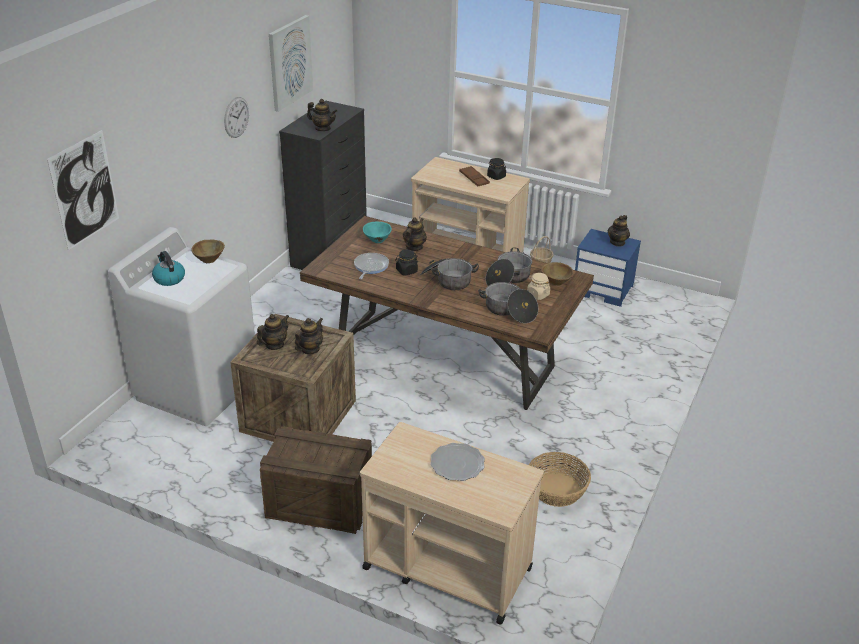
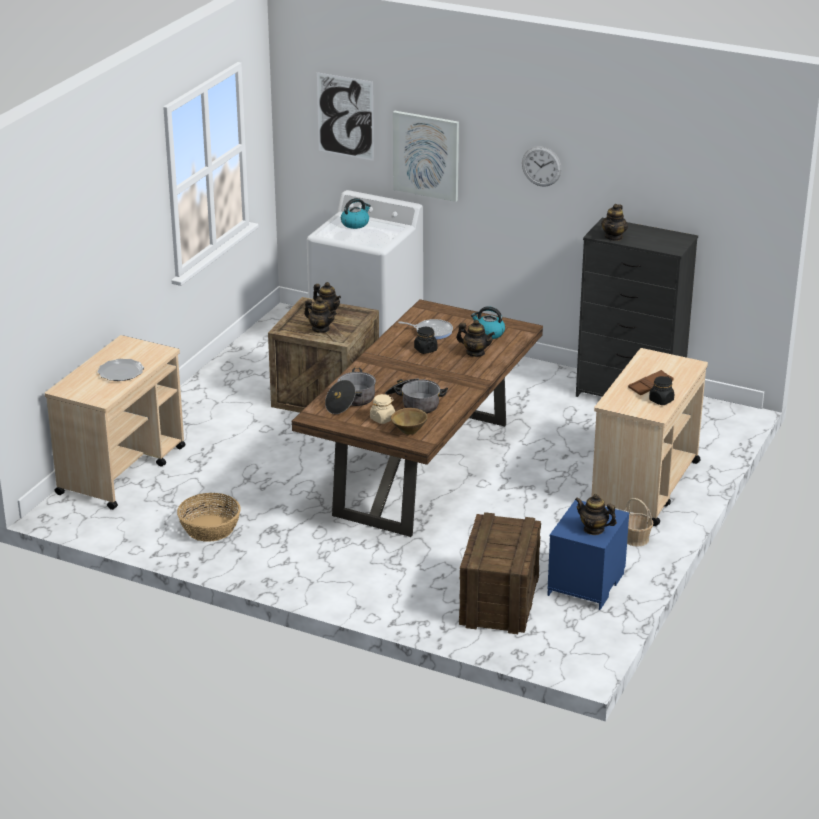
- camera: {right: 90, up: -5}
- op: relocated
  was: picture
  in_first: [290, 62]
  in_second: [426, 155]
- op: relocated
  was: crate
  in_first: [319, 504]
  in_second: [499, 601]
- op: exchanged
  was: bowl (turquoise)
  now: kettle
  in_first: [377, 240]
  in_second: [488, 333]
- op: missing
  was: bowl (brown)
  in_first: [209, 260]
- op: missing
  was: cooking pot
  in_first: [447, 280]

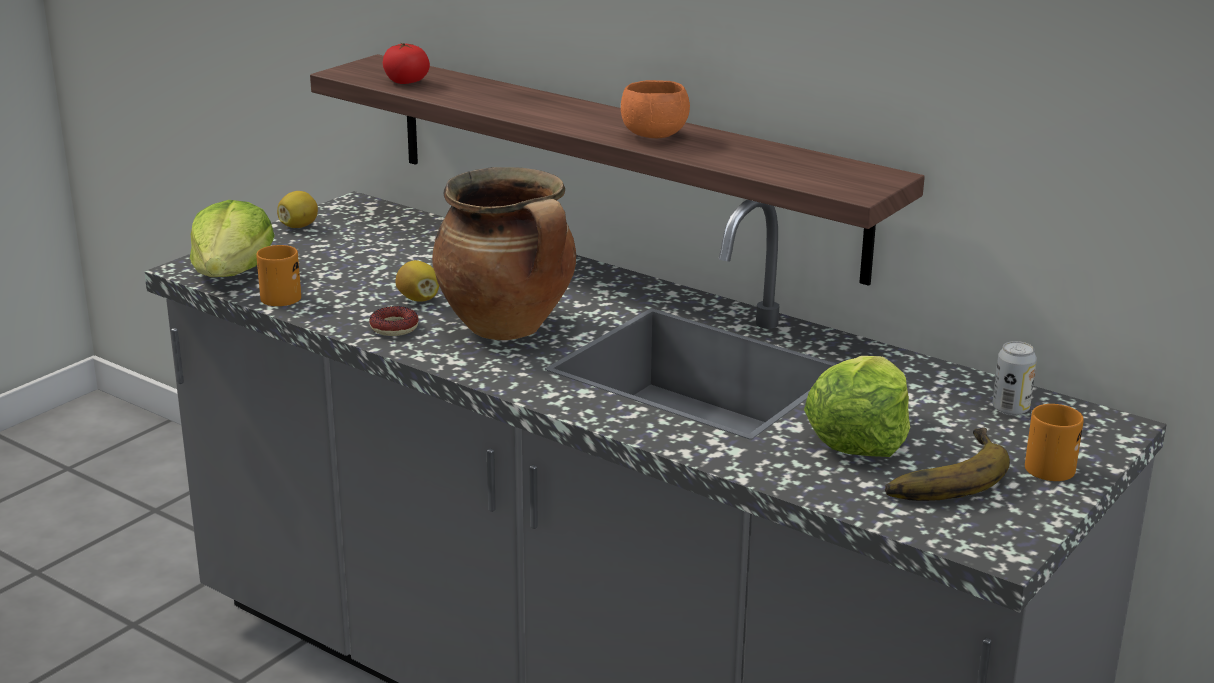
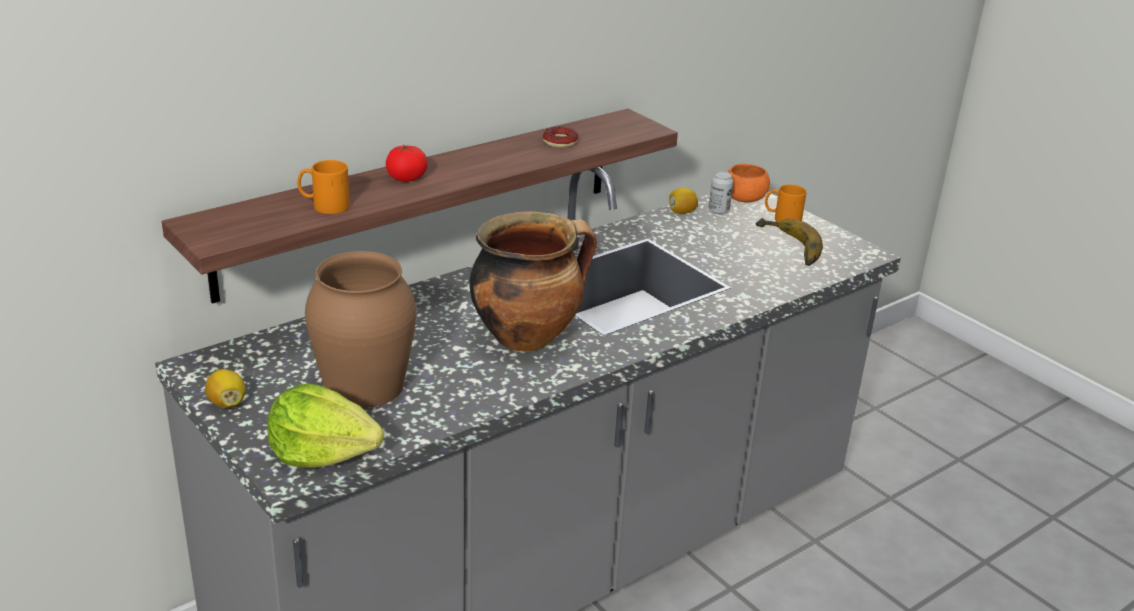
- camera: {right: -75, up: 5}
- op: relocated
  was: mug (orange)
  in_first: [280, 294]
  in_second: [324, 206]
- op: appeared
  now: vase (brown)
  in_second: [364, 386]
- op: relocated
  was: tomato
  in_first: [406, 82]
  in_second: [406, 178]
- op: relocated
  was: donut
  in_first: [394, 328]
  in_second: [560, 142]
- op: relocated
  was: lemon
  in_first: [418, 299]
  in_second: [681, 212]
- op: relocated
  was: bowl (orange)
  in_first: [654, 135]
  in_second: [744, 199]
- op: missing
  was: lettuce
  in_first: [858, 438]

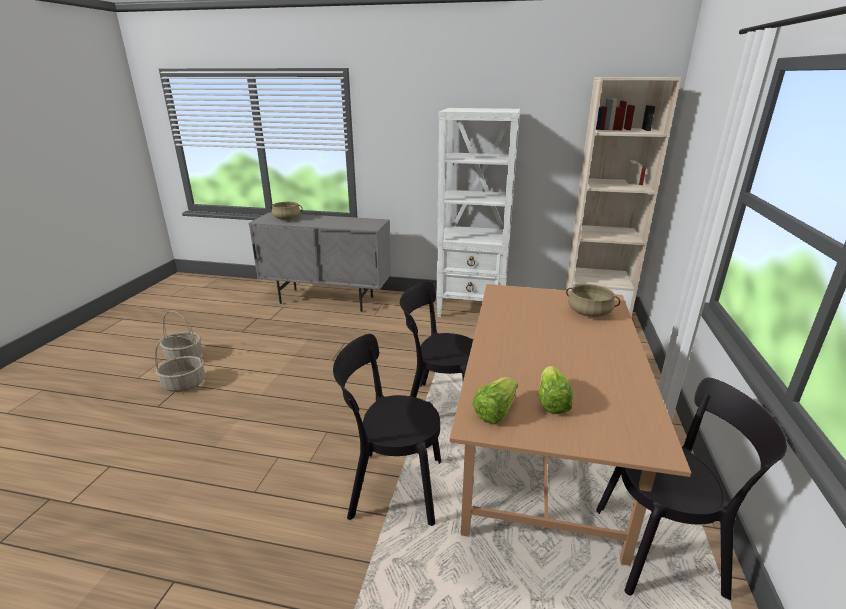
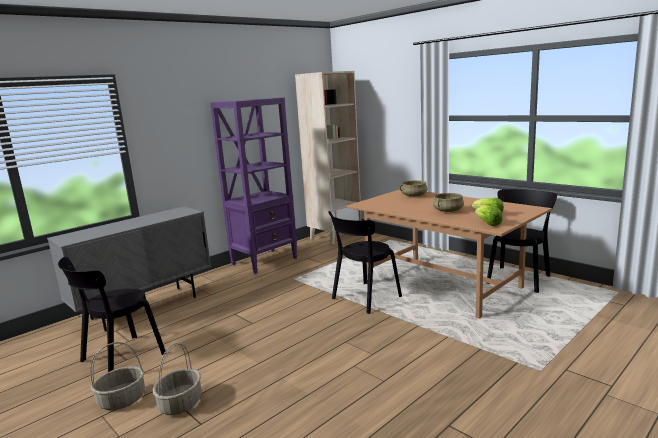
- camera: {right: -55, up: -10}
- op: relocated
  was: chair (black)
  in_first: [391, 487]
  in_second: [119, 359]
- op: colour
  was: bookcase (white)
  now: bookcase (purple)
  in_first: [472, 309]
  in_second: [265, 261]
- op: relocated
  was: cooking pot (beige)
  in_first: [287, 218]
  in_second: [448, 211]

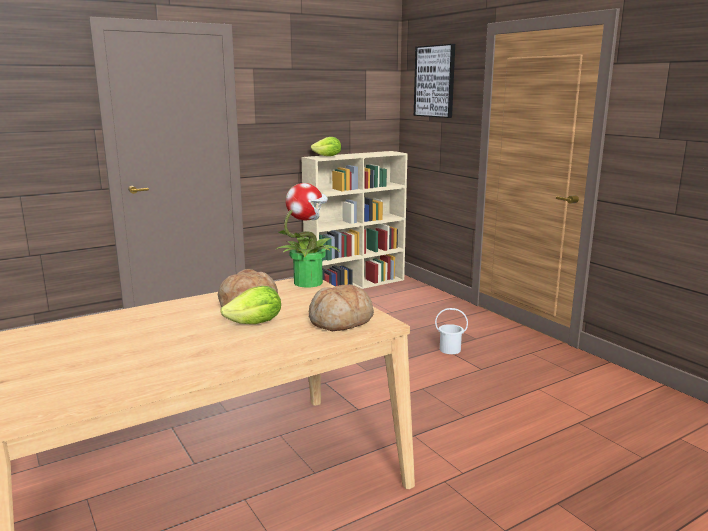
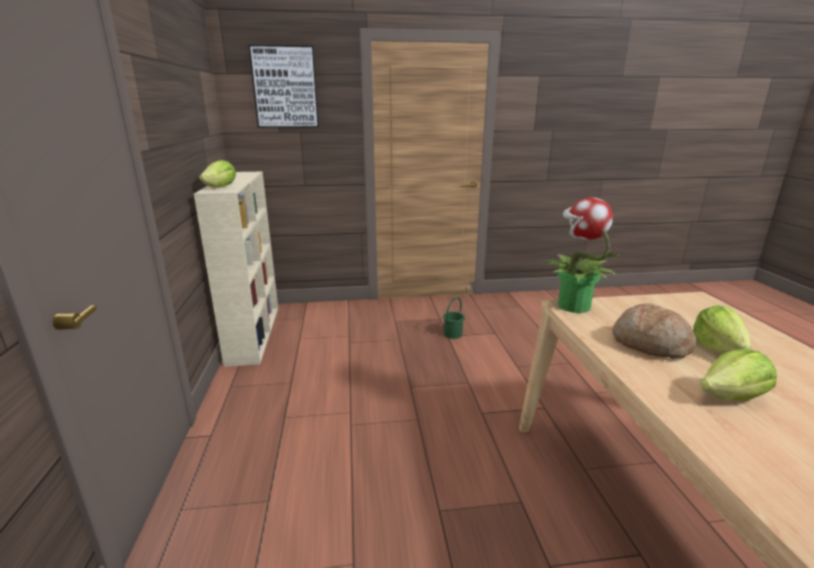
- camera: {right: -65, up: 5}
- op: colour
  was: bucket (white)
  now: bucket (green)
  in_first: [449, 349]
  in_second: [452, 334]
- op: appeared
  now: lettuce
  in_second: [732, 397]
- op: missing
  was: bread
  in_first: [341, 321]

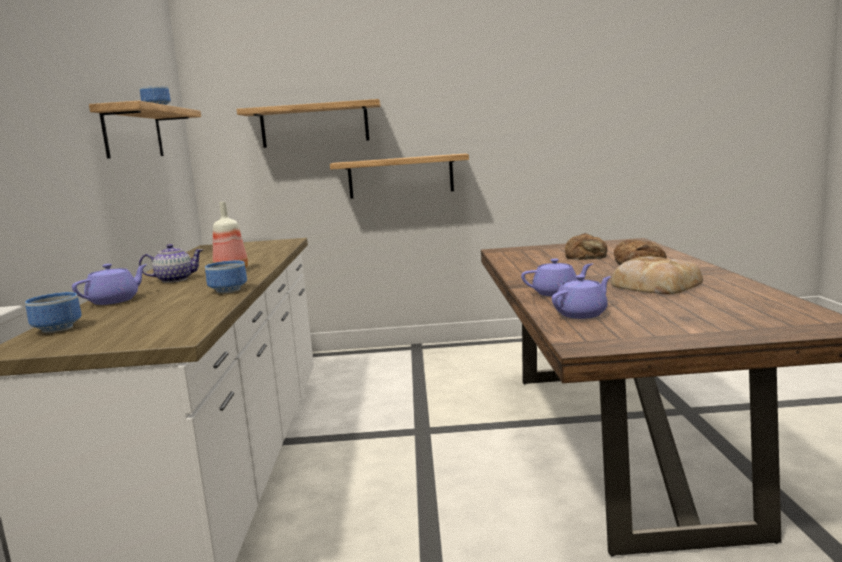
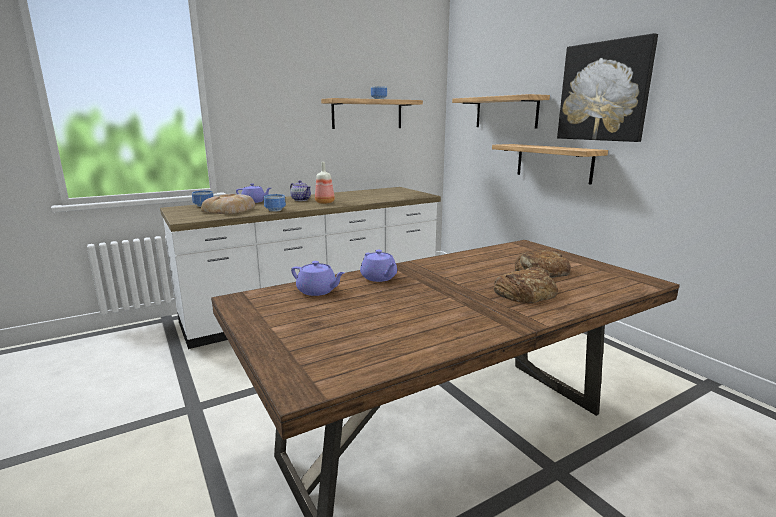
- camera: {right: 60, up: 5}
- op: relocated
  was: bread
  in_first: [654, 284]
  in_second: [230, 210]
- op: appeared
  now: picture
  in_second: [604, 92]

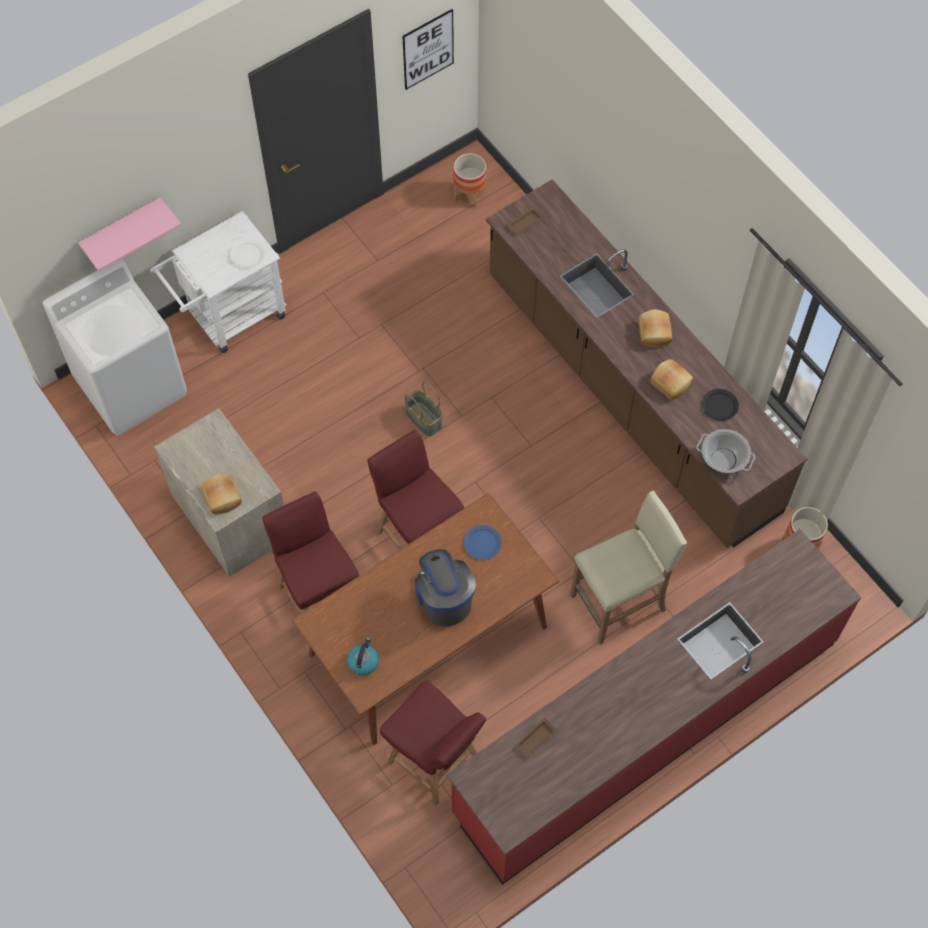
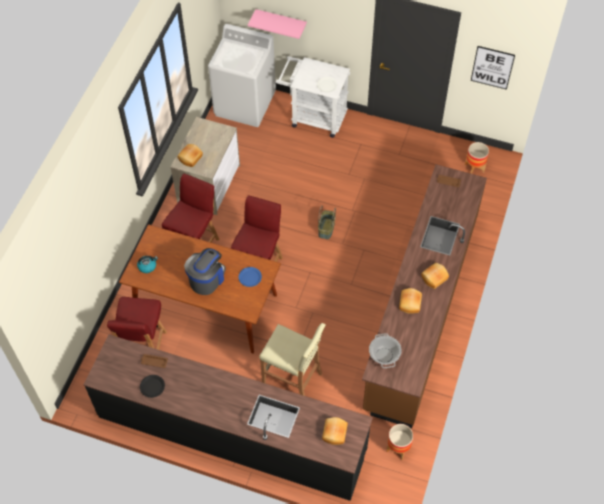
- camera: {right: 55, up: -5}
- op: colour
  was: counter (red)
  now: counter (black)
  in_first: [646, 726]
  in_second: [231, 433]
- op: relocated
  was: plate (black)
  in_first: [720, 406]
  in_second: [152, 387]
- op: appeared
  now: bread
  in_second: [334, 433]

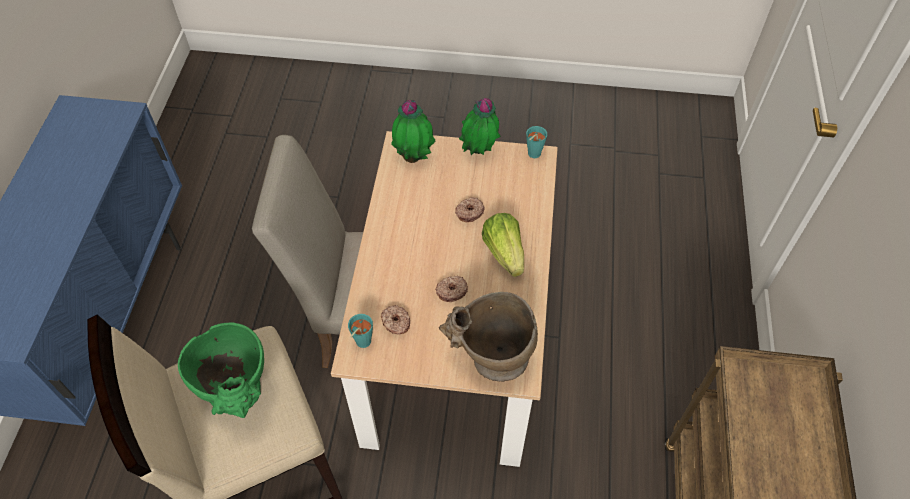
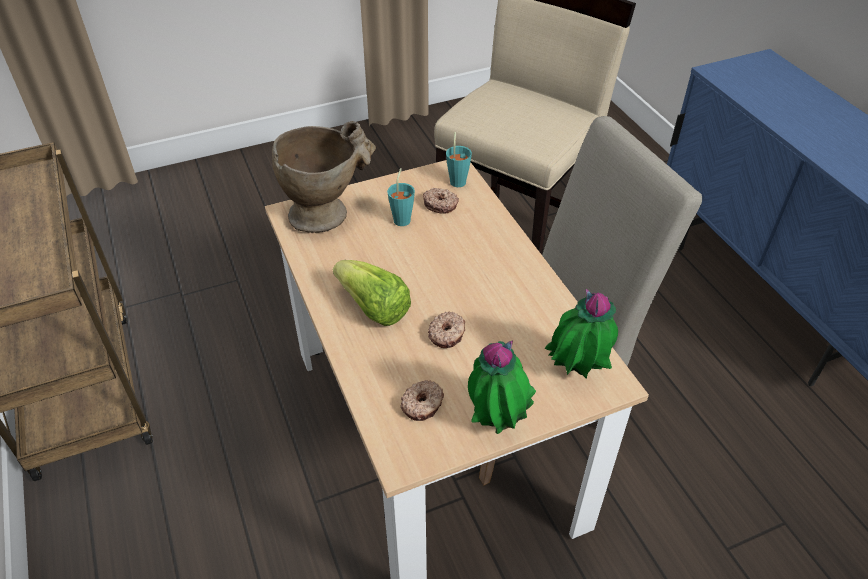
- camera: {right: 150, up: -10}
- op: relocated
  was: cup (turquoise)
  in_first: [532, 155]
  in_second: [403, 218]
- op: relocated
  was: donut
  in_first: [451, 291]
  in_second: [423, 405]
- op: missing
  was: vase (green)
  in_first: [240, 396]

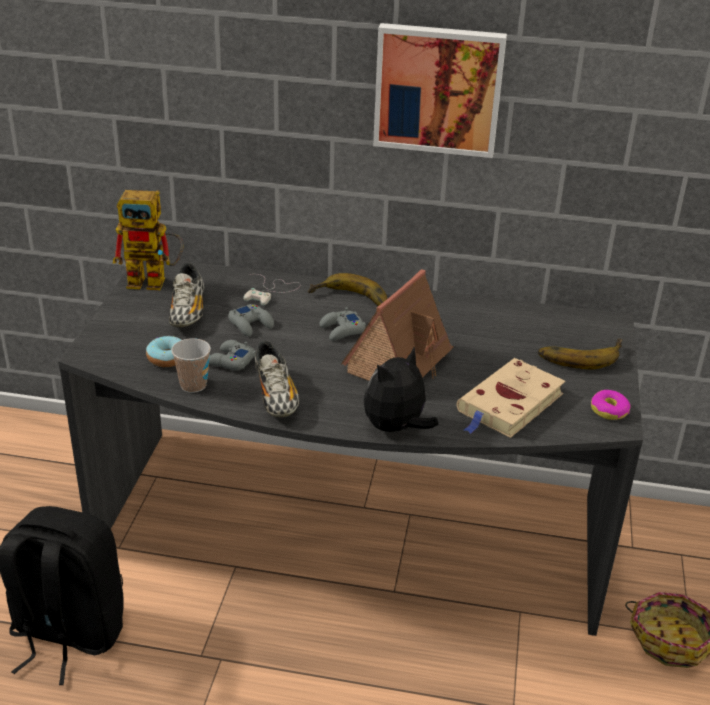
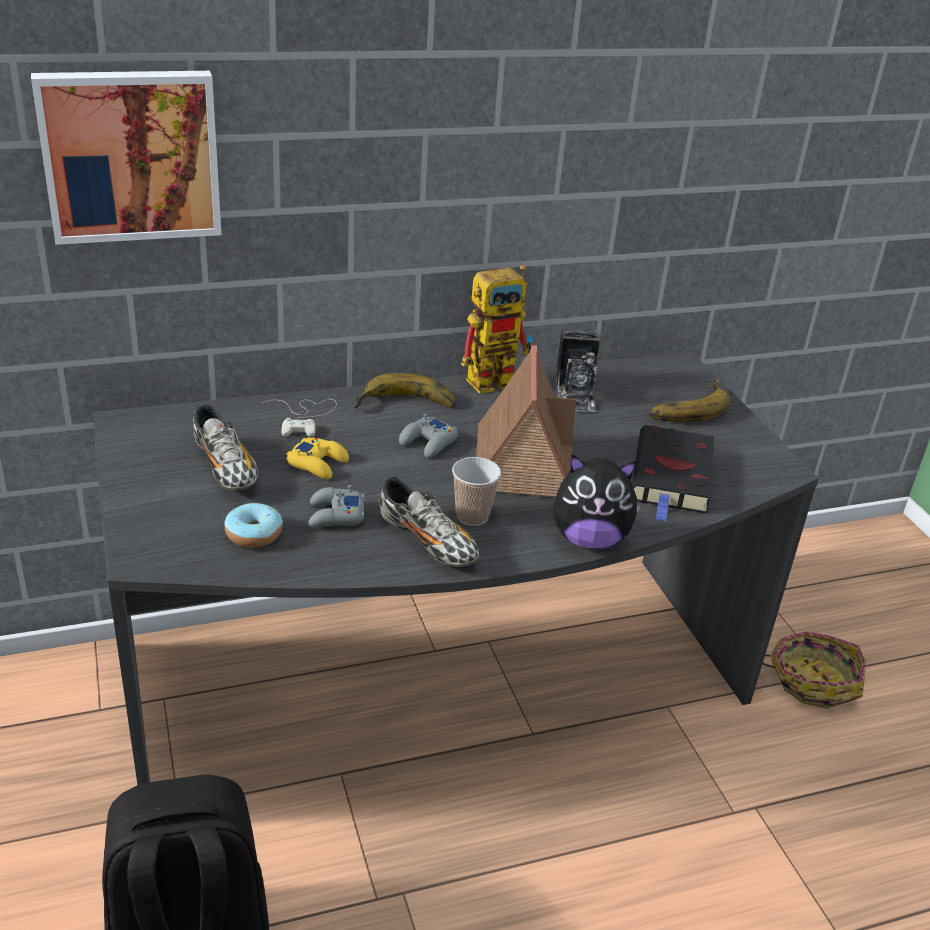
- camera: {right: -30, up: 0}
- op: relocated
  was: picture
  in_first: [438, 89]
  in_second: [130, 155]
- op: colour
  was: game controller (grey)
  now: game controller (yellow)
  in_first: [251, 324]
  in_second: [318, 463]
- op: relocated
  was: cup
  in_first: [193, 385]
  in_second: [472, 516]
- op: relocated
  was: toy robot
  in_first: [155, 281]
  in_second: [498, 379]
- op: spun
  was: plush toy
  in_first: [396, 428]
  in_second: [589, 539]
  clockwise: -105
- op: appeared
  now: photo camera
  in_second: [575, 394]
- op: colour
  was: book (beige)
  now: book (black)
  in_first: [509, 404]
  in_second: [672, 478]
- op: missing
  was: donut
  in_first: [609, 410]

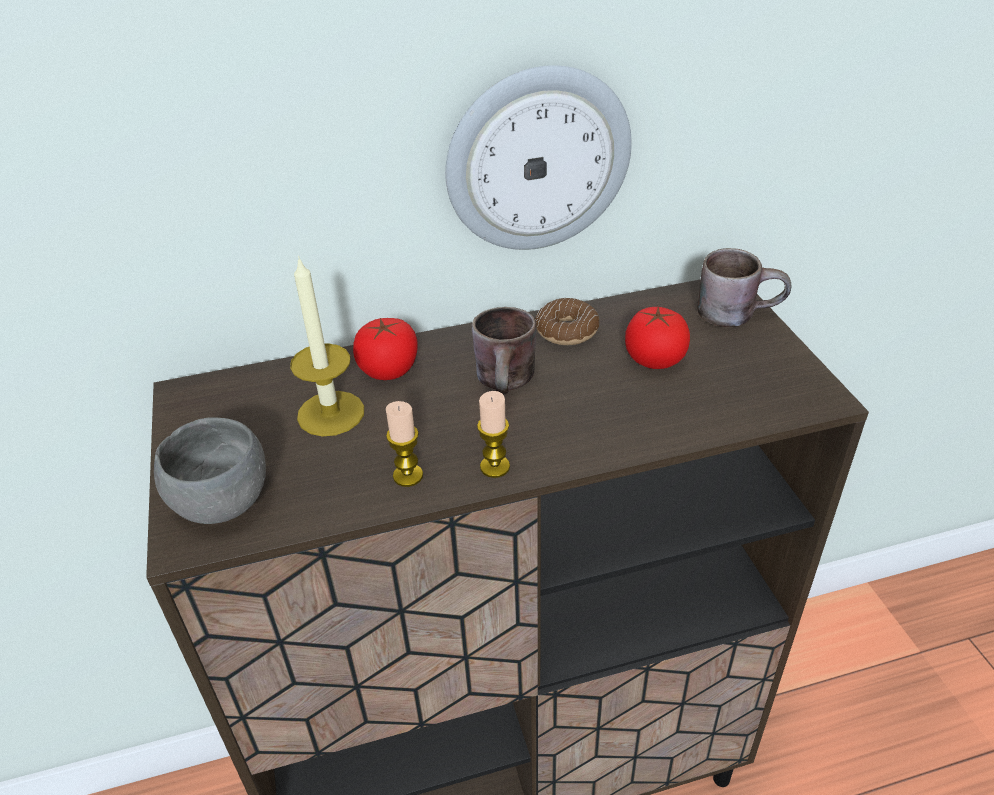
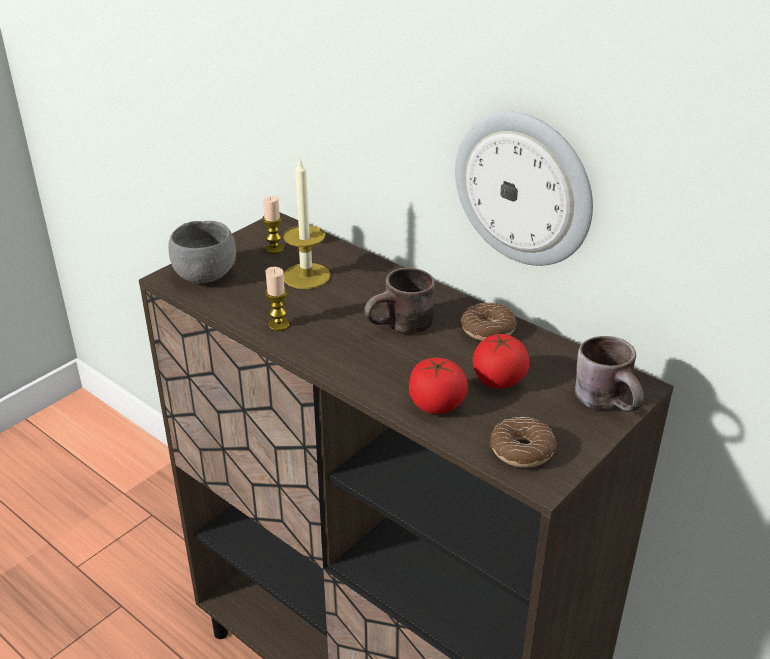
- camera: {right: 55, up: -5}
- op: relocated
  was: candle
  in_first: [495, 467]
  in_second: [274, 249]
- op: relocated
  was: tomato
  in_first: [388, 370]
  in_second: [436, 404]
- op: appeared
  now: donut
  in_second: [522, 450]

